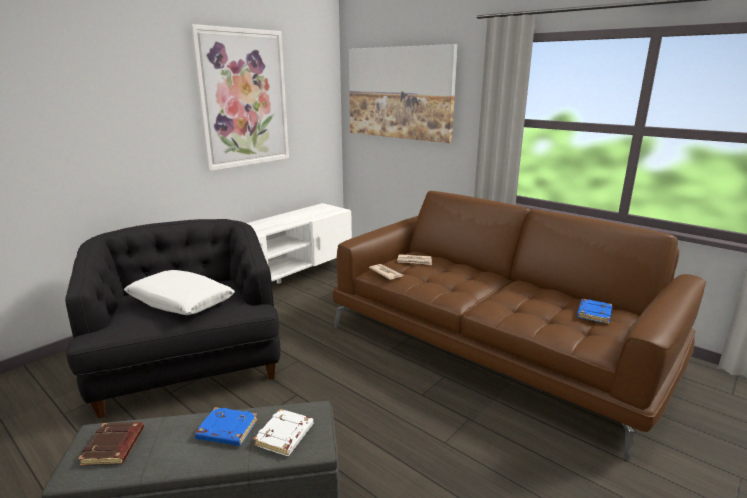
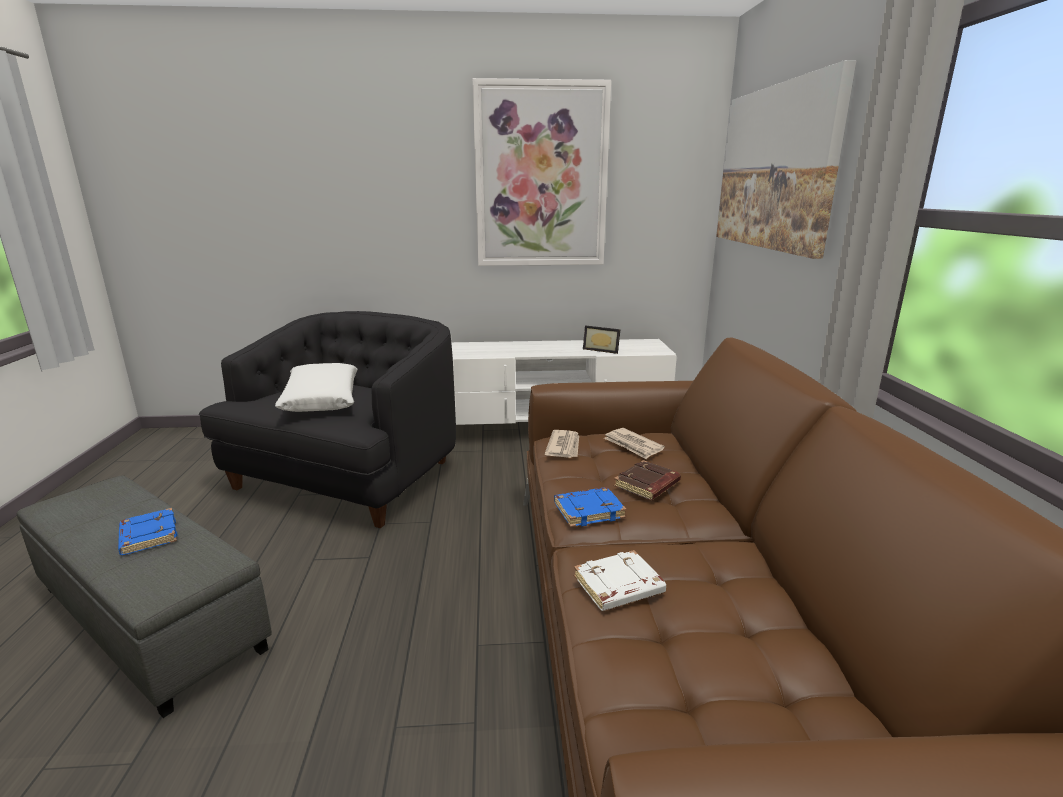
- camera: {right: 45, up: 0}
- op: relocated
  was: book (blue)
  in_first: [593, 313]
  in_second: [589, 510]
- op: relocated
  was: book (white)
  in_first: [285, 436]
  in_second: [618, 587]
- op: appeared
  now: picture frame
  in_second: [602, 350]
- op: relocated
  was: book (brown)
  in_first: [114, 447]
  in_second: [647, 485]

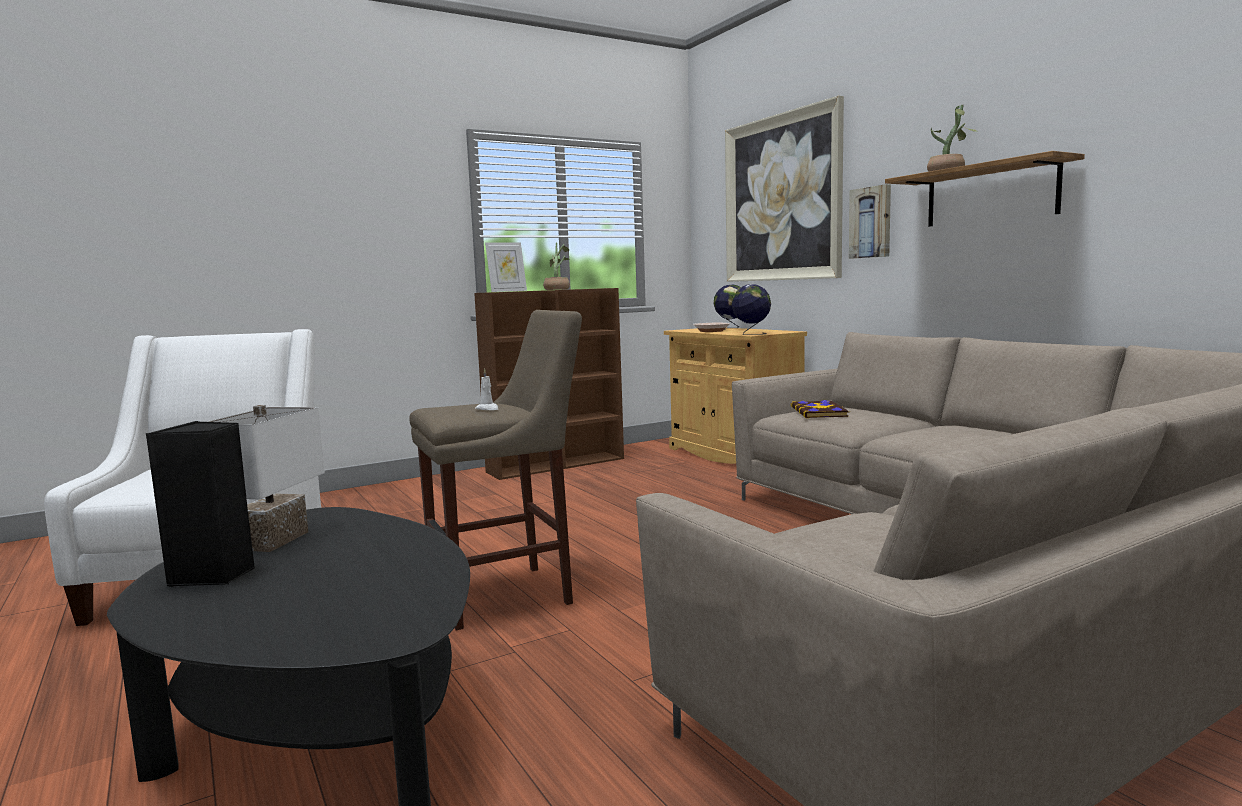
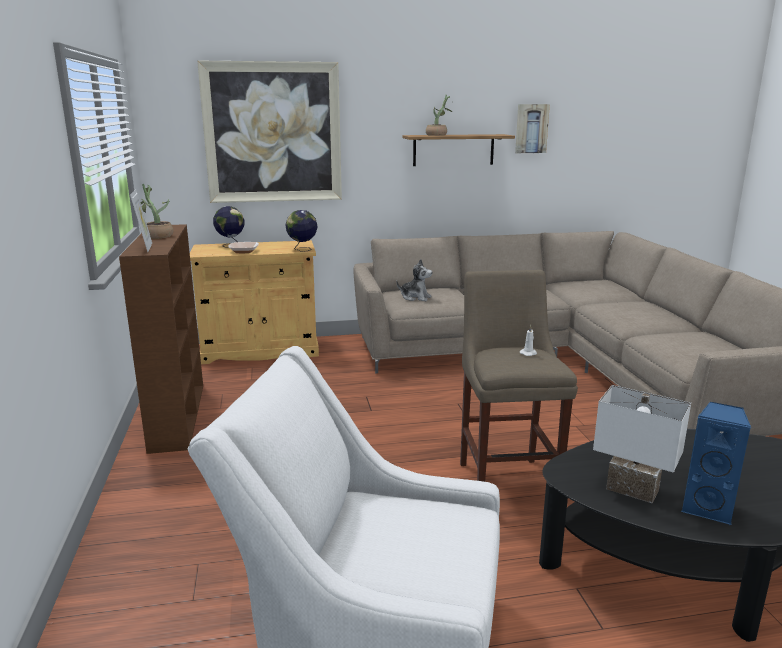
- camera: {right: -70, up: 10}
- op: exchanged
  was: book
  now: plush toy
  in_first: [819, 412]
  in_second: [415, 297]
- op: relocated
  was: picture
  in_first: [871, 222]
  in_second: [531, 128]
- op: colour
  was: speaker (black)
  now: speaker (blue)
  in_first: [214, 575]
  in_second: [708, 508]

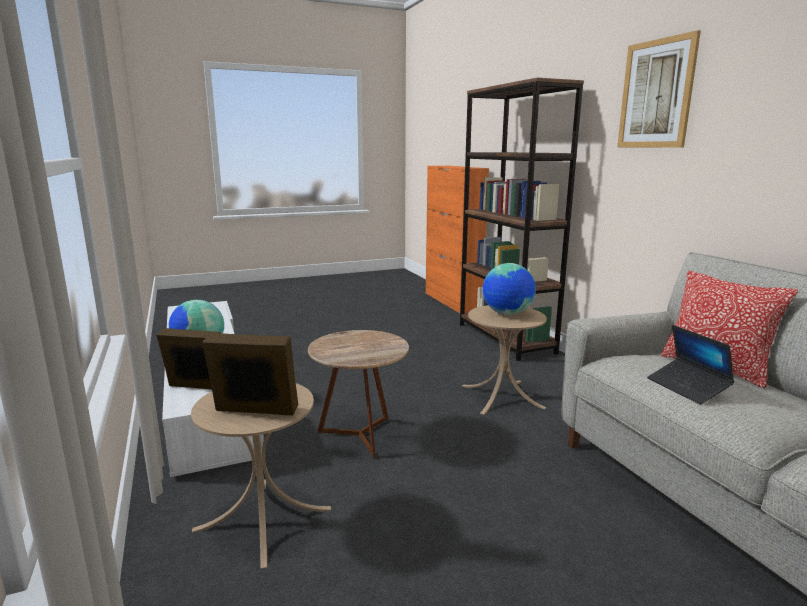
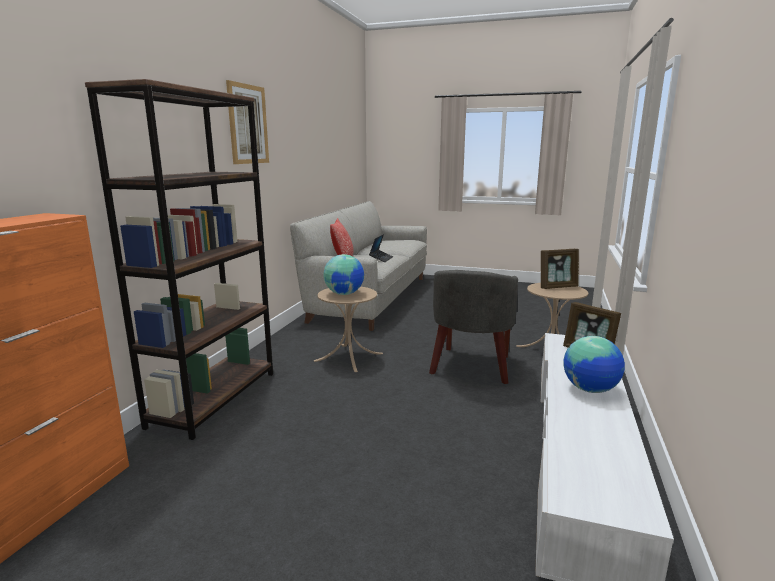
- camera: {right: -140, up: 0}
- op: exchanged
  was: side table (brown)
  now: armchair (grey)
  in_first: [360, 435]
  in_second: [471, 366]
- op: spun
  was: picture frame
  in_first: [254, 412]
  in_second: [558, 287]
  clockwise: -60

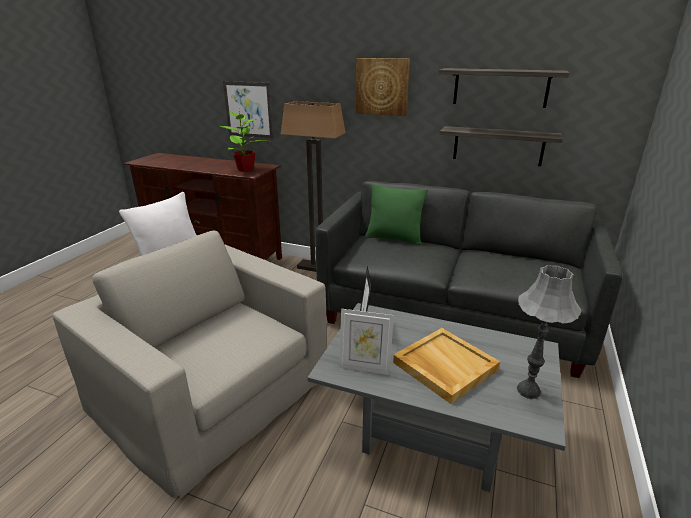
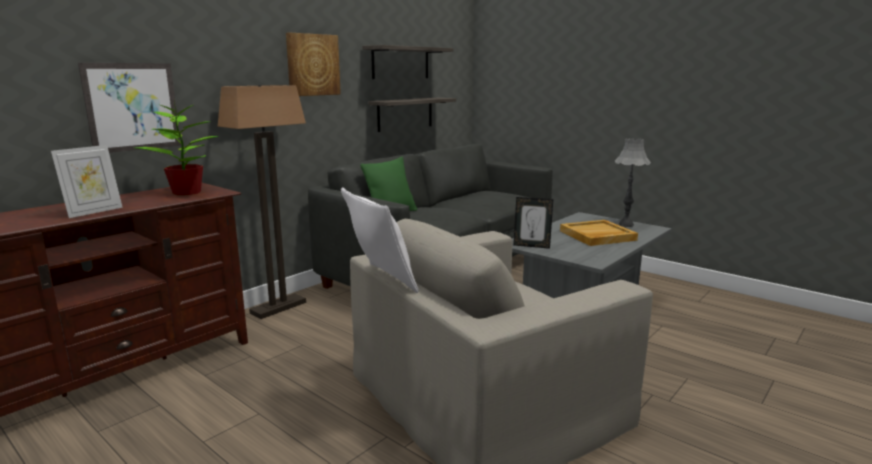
- camera: {right: -70, up: -10}
- op: relocated
  was: picture frame
  in_first: [364, 367]
  in_second: [94, 212]

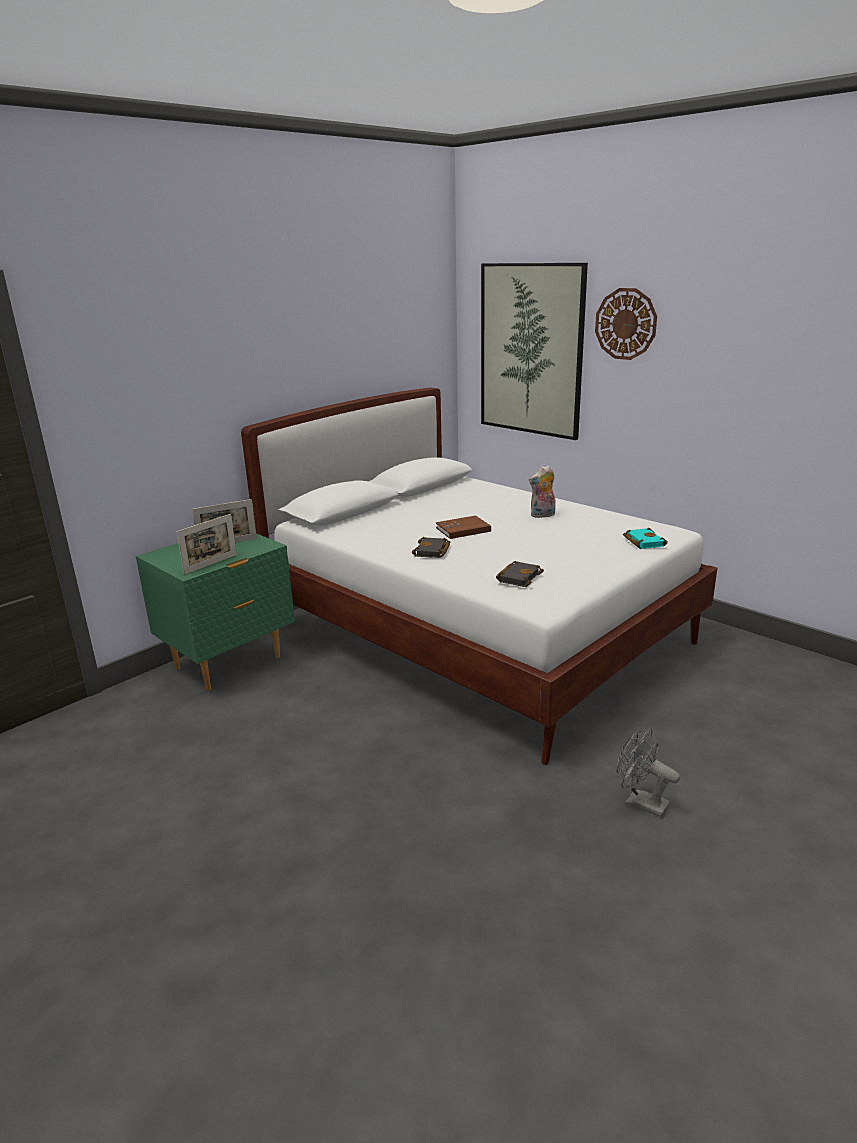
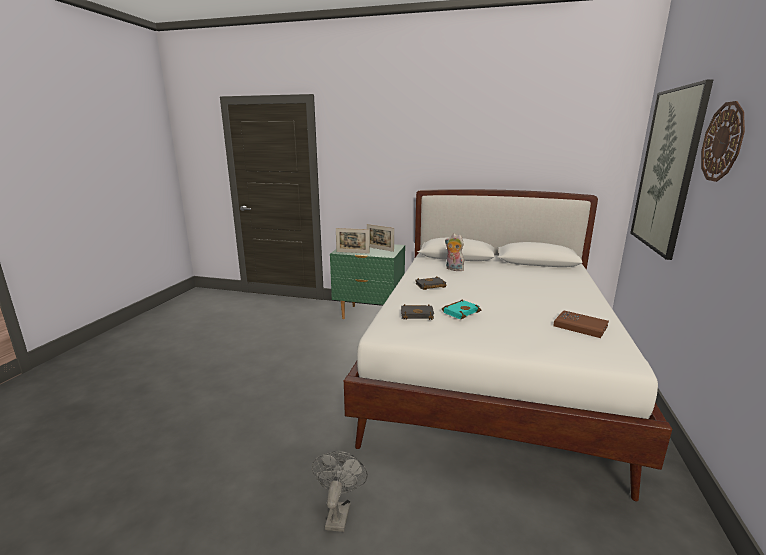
- camera: {right: 60, up: -5}
- op: relocated
  was: book (turquoise)
  in_first: [642, 542]
  in_second: [460, 311]
- op: relocated
  was: plush toy
  in_first: [542, 515]
  in_second: [453, 269]
- op: relocated
  was: book (brown)
  in_first: [463, 529]
  in_second: [580, 326]

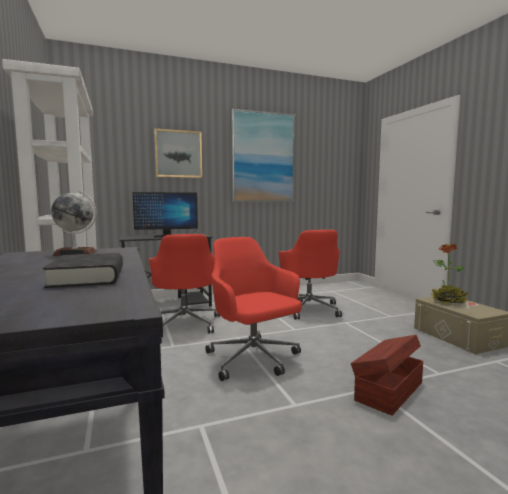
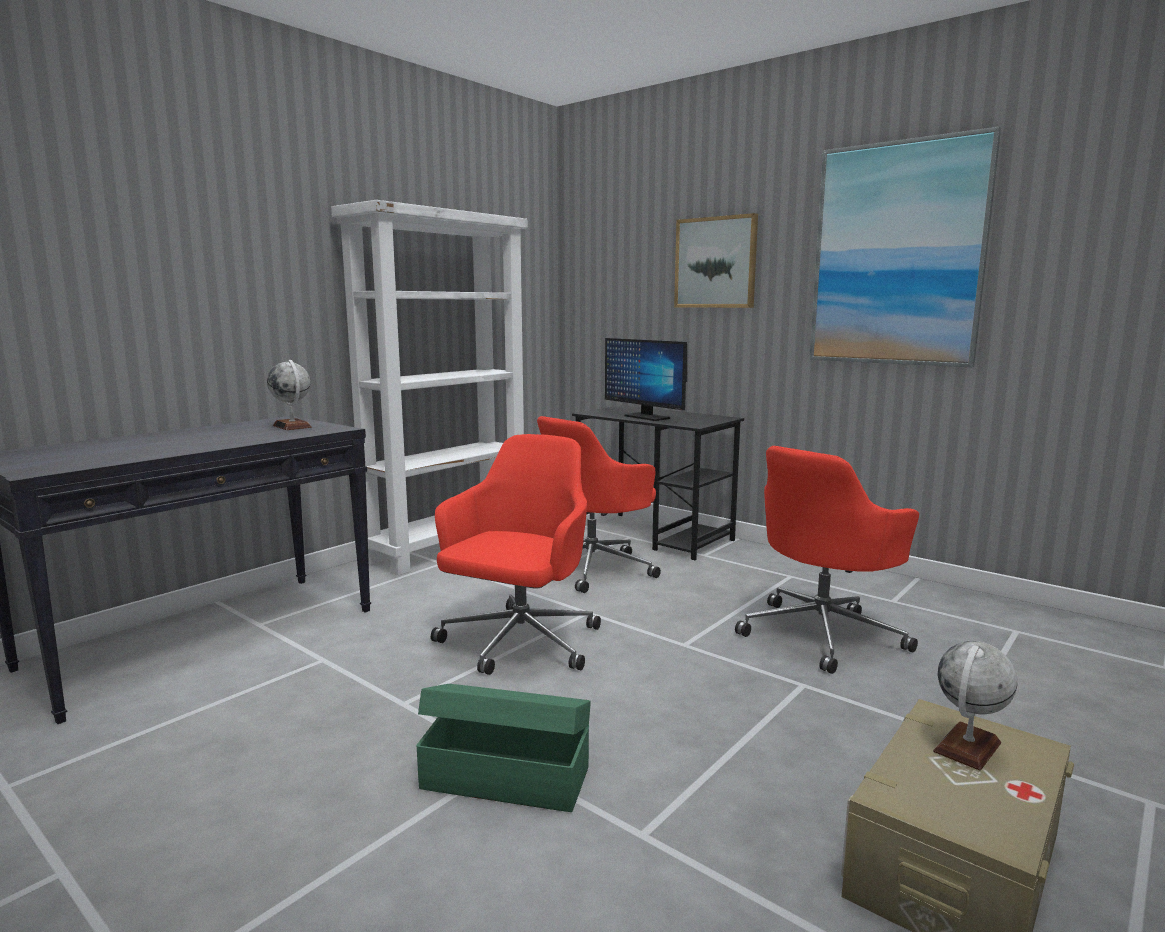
- camera: {right: 60, up: 5}
- op: colour
  was: storage box (brown)
  now: storage box (green)
  in_first: [387, 391]
  in_second: [505, 776]
- op: exchanged
  was: potted plant
  now: globe
  in_first: [448, 302]
  in_second: [967, 747]
- op: missing
  was: book (black)
  in_first: [88, 277]

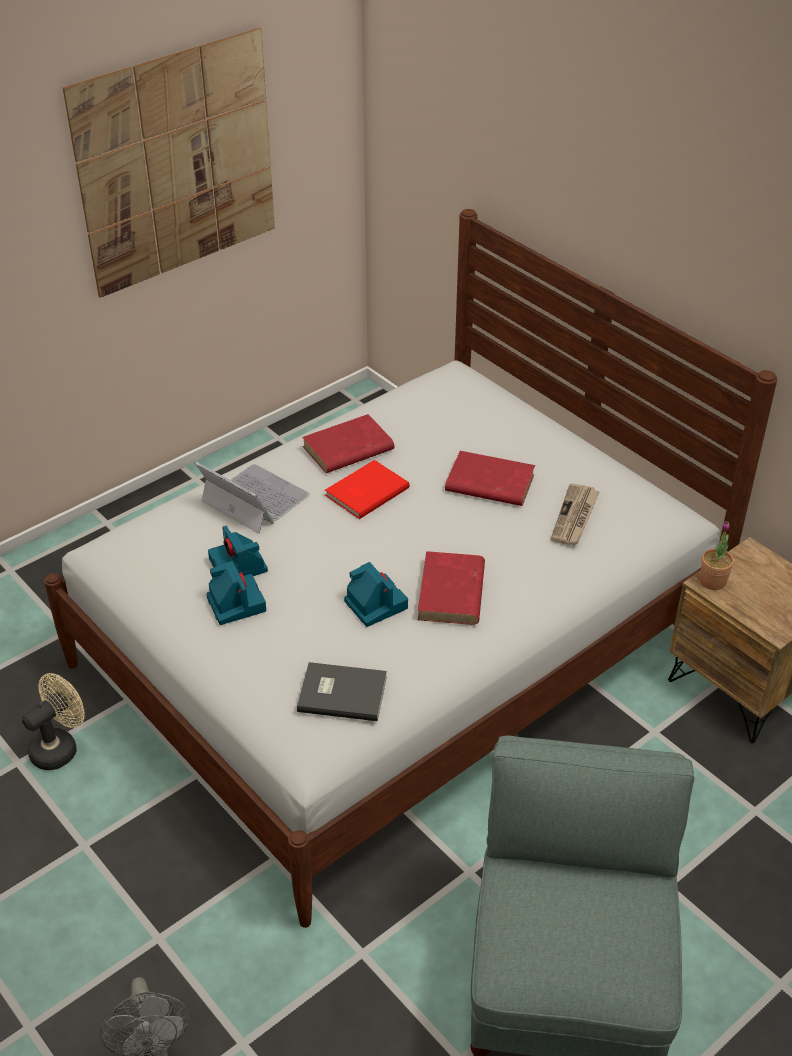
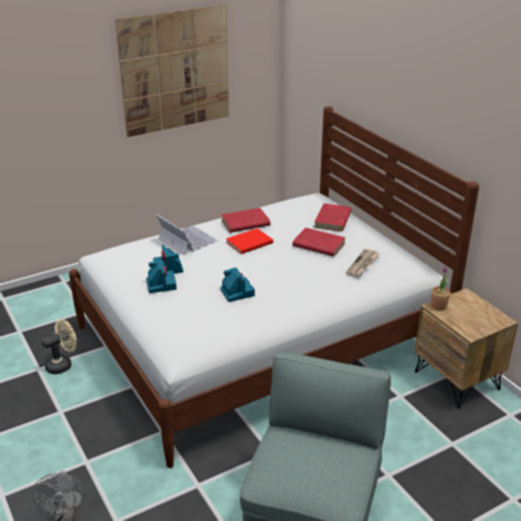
- camera: {right: 10, up: -10}
- op: relocated
  was: book (red)
  in_first: [451, 593]
  in_second: [332, 220]
- op: missing
  was: book (grey)
  in_first: [341, 692]

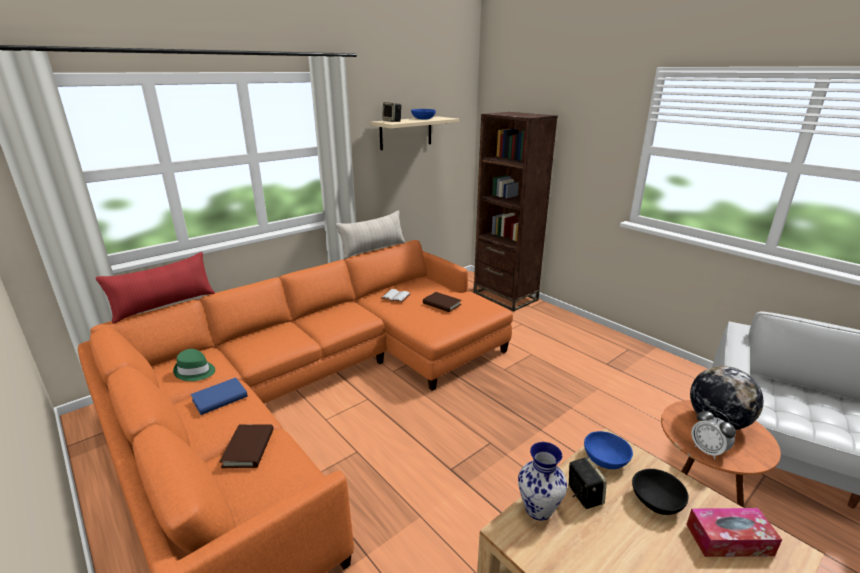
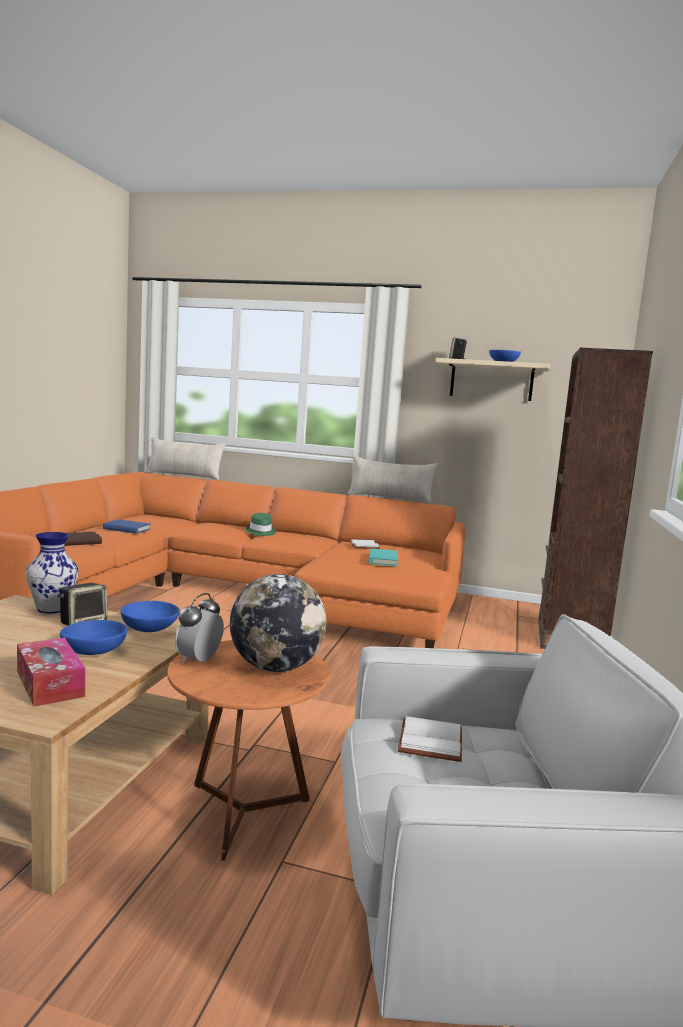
- camera: {right: 55, up: -15}
- op: colour
  was: bowl (black)
  now: bowl (blue)
  in_first: [655, 501]
  in_second: [94, 651]
- op: colour
  was: pillow (red)
  now: pillow (beige)
  in_first: [165, 305]
  in_second: [184, 476]
- op: relocated
  was: hat (green)
  in_first: [195, 371]
  in_second: [261, 532]
- op: colour
  was: book (brown)
  now: book (turquoise)
  in_first: [441, 304]
  in_second: [382, 560]
- op: appeared
  now: book (white)
  in_second: [428, 740]

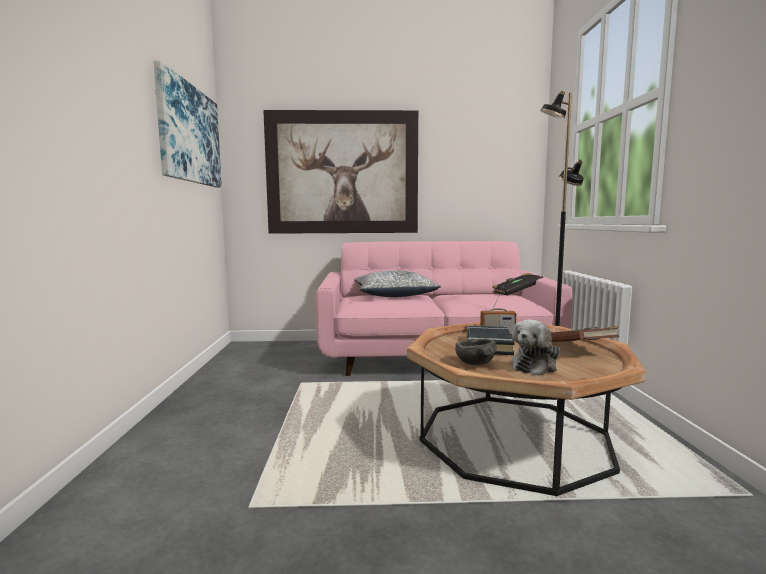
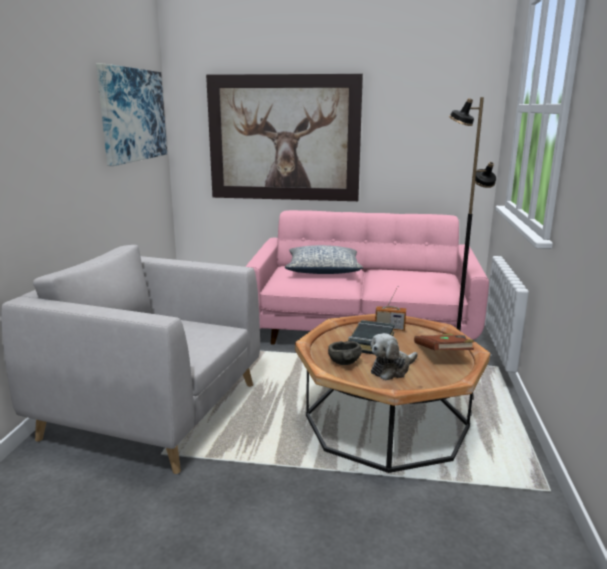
- camera: {right: 10, up: 10}
- op: appeared
  now: armchair (grey)
  in_second: [153, 410]
- op: missing
  was: book (black)
  in_first: [516, 293]

